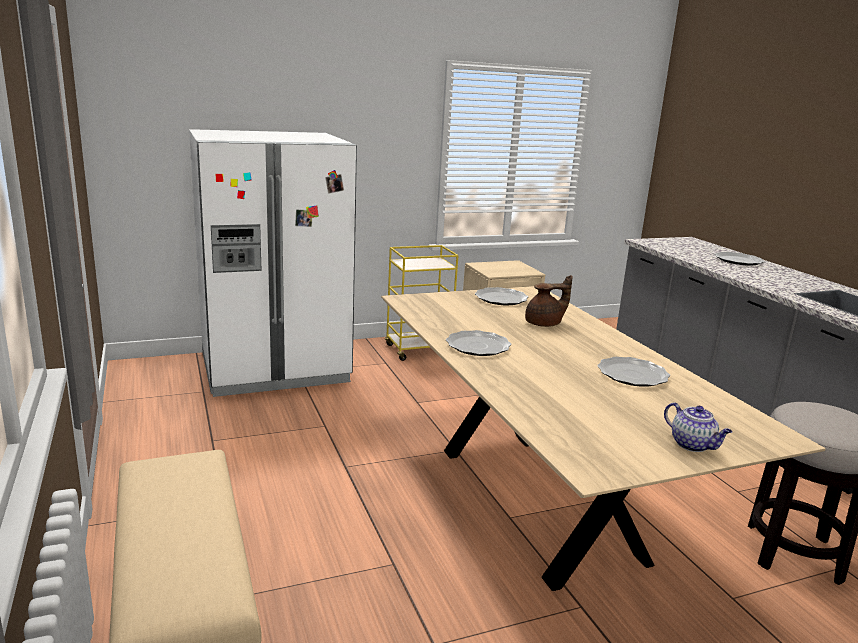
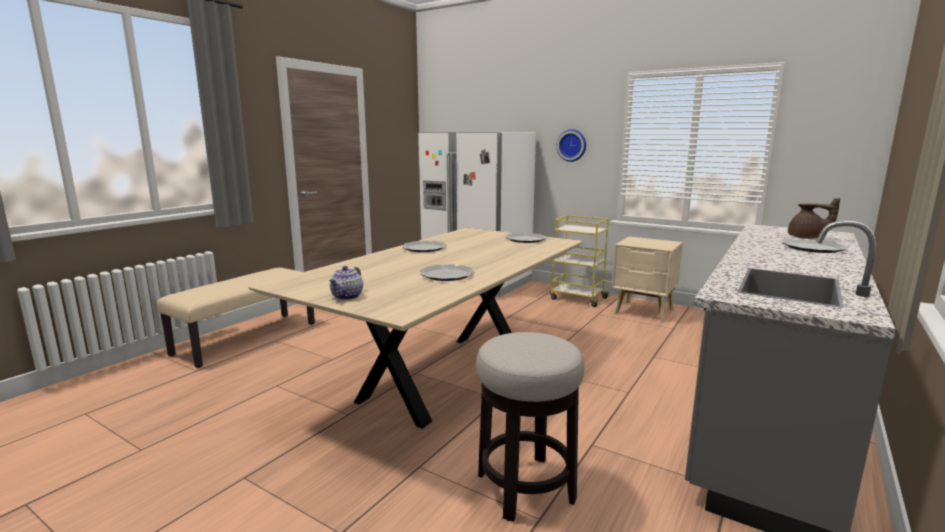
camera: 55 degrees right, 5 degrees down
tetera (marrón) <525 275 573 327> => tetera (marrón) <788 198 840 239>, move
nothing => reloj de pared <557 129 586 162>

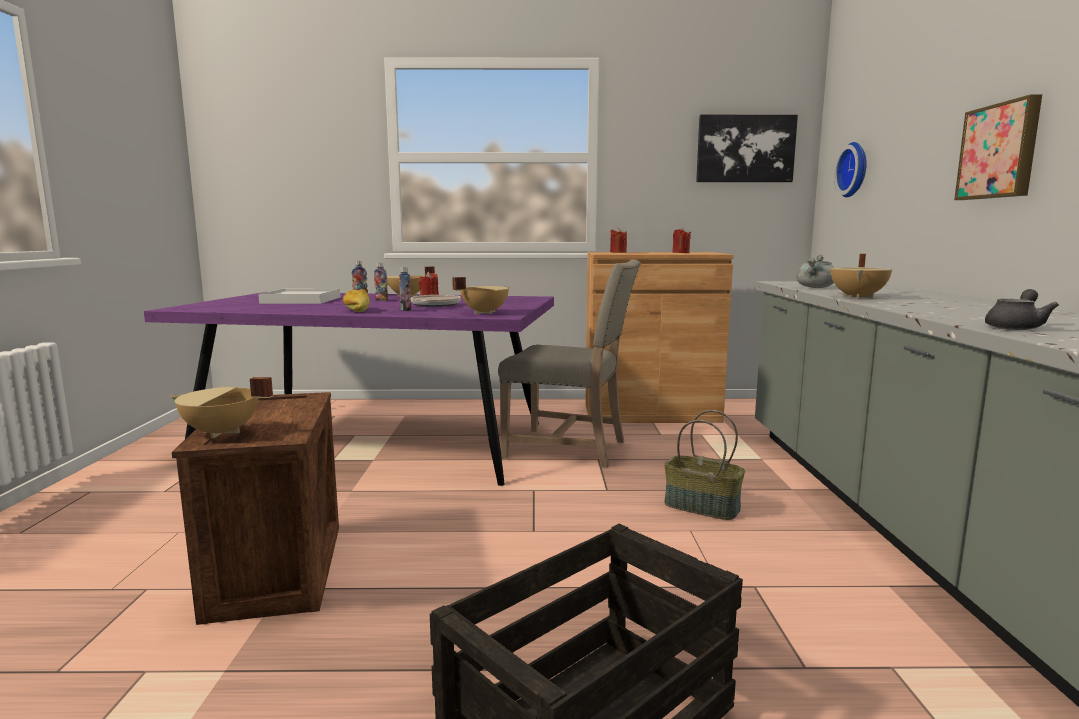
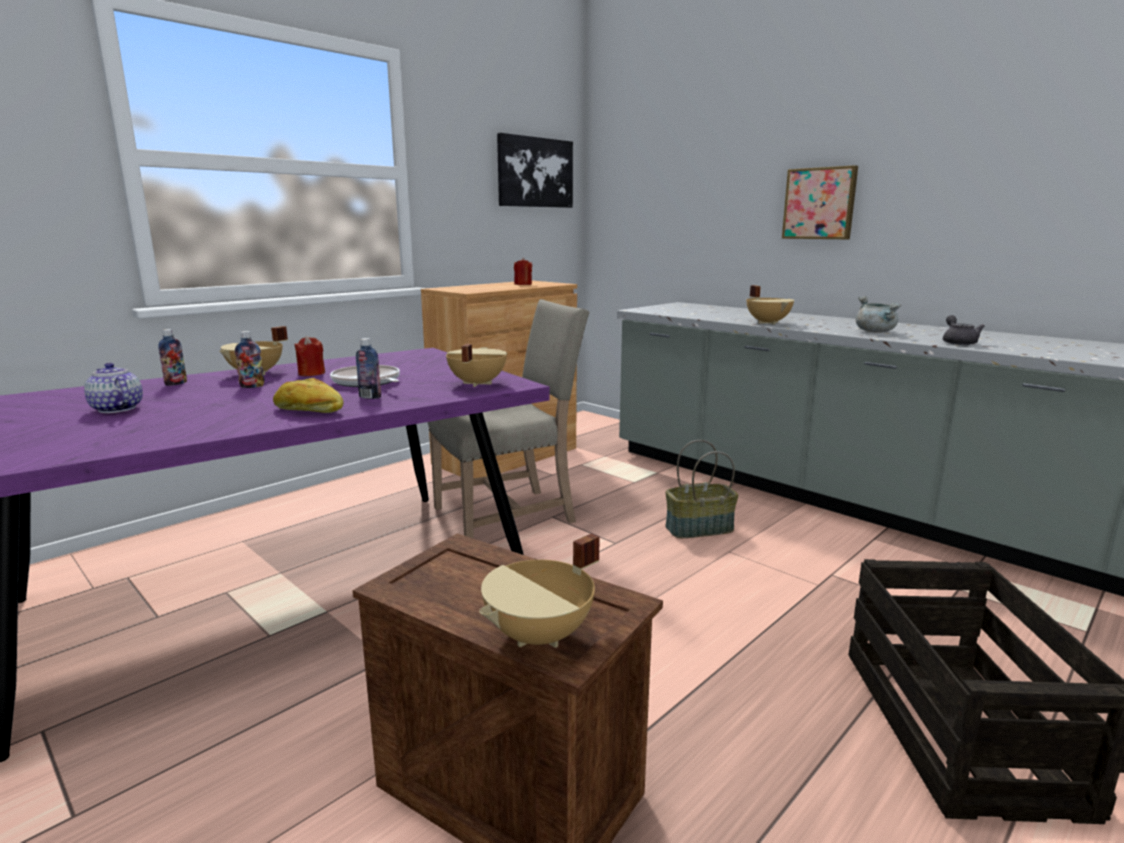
camera: 45 degrees left, 5 degrees up
reloj de pared <834 142 867 197> => nothing
vela (rojo) <610 228 627 253> => nothing
olla (gris) <796 255 834 288> => olla (gris) <856 296 901 333>, move
bandeja (blanco) <258 289 340 304> => tetera <84 363 143 413>

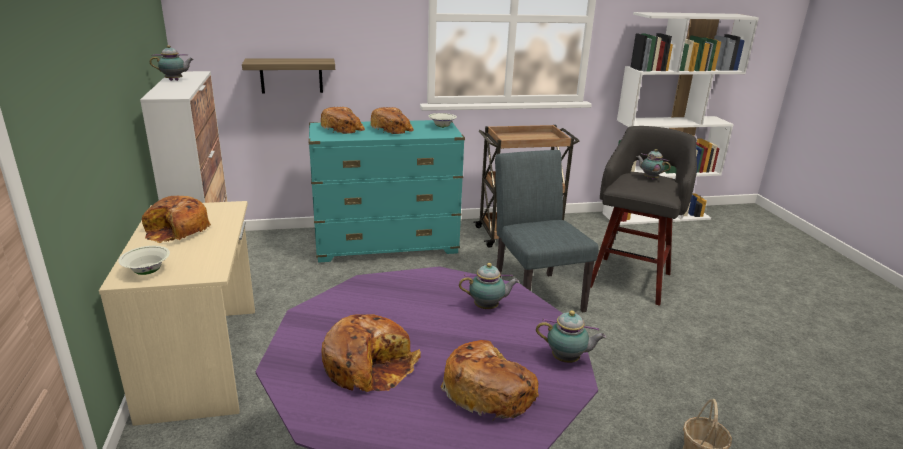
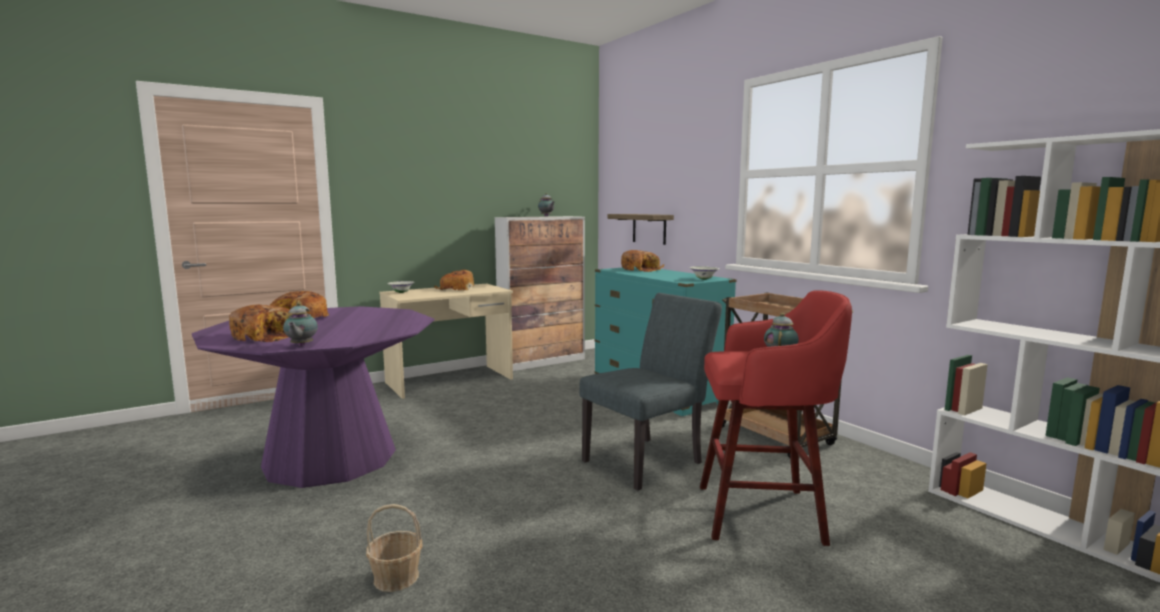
camera: 70 degrees right, 15 degrees down
pan <371 107 414 134> => nothing
taburete (gris) <590 126 697 306> => taburete (rojo) <700 290 852 546>
tetera <459 263 519 309> => nothing

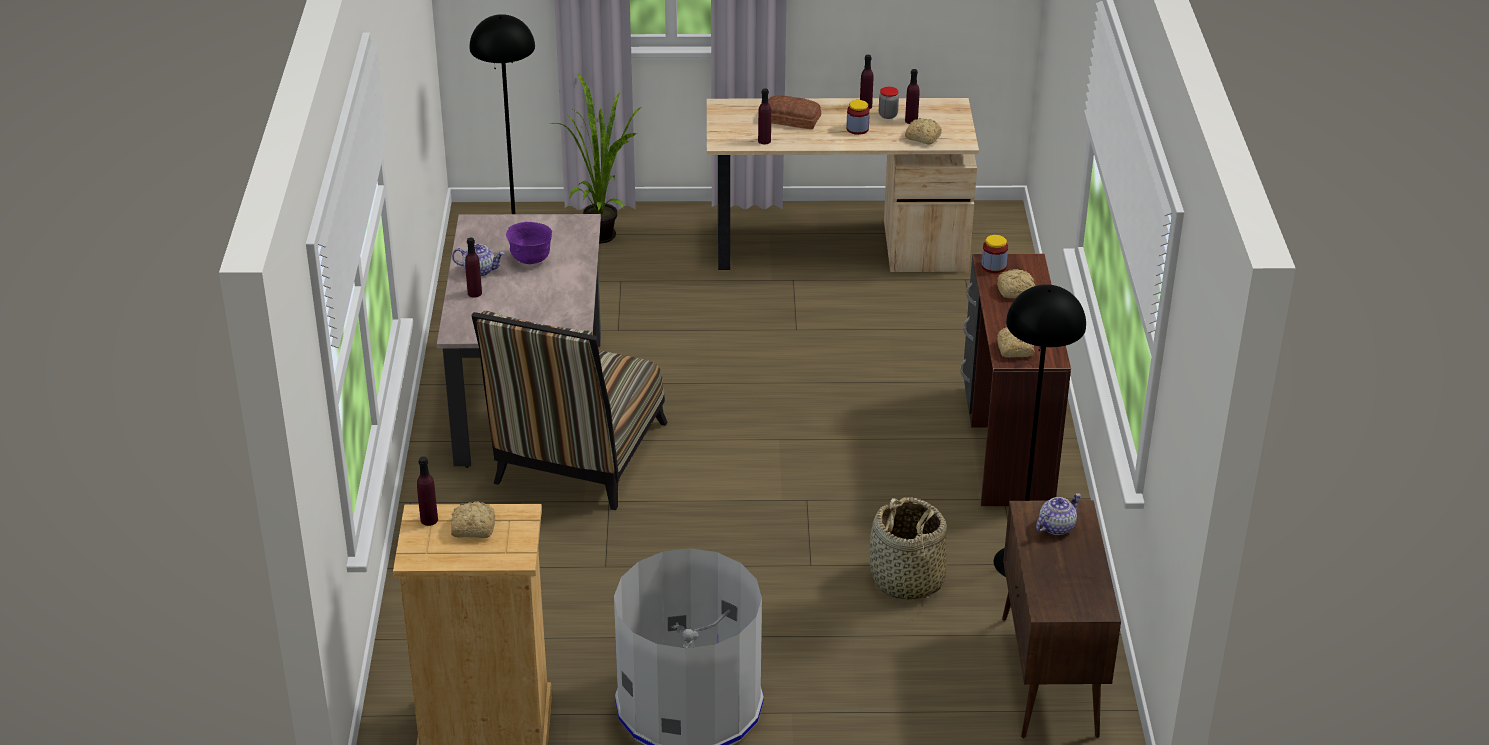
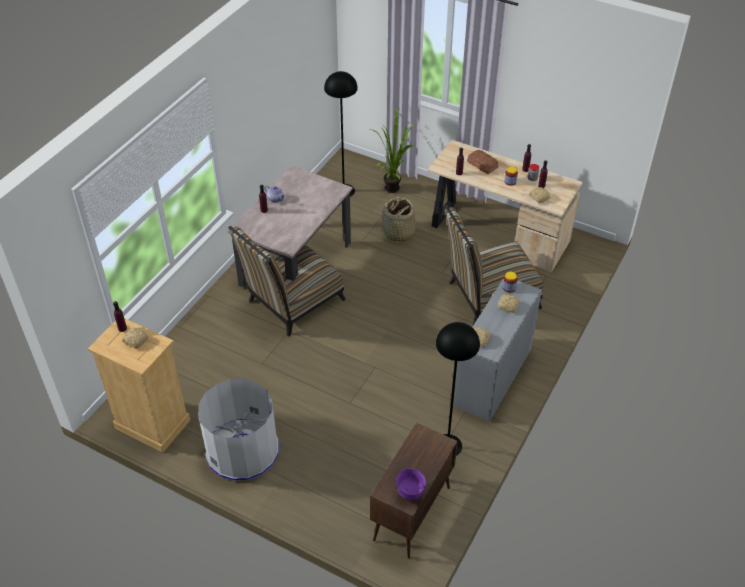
camera: 30 degrees right, 10 degrees up
cuenco (morado) <506 222 552 264> => cuenco (morado) <396 468 426 500>, move
escritorio (marrón) <960 254 1071 507> => escritorio (gris) <453 278 542 422>
tetera <1036 493 1081 535> => nothing
cesta <869 497 947 600> => cesta <383 197 415 242>, move
nothing => silla <445 205 543 325>

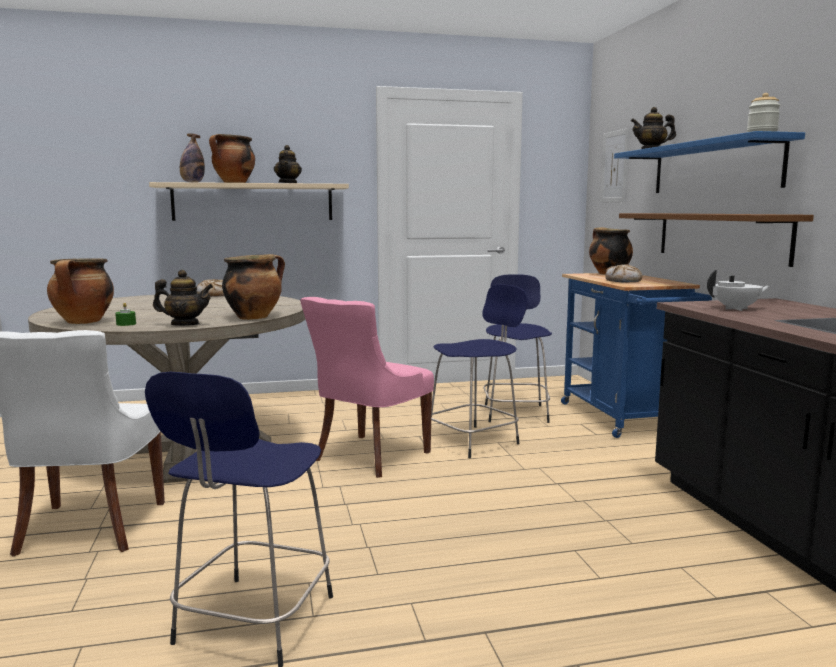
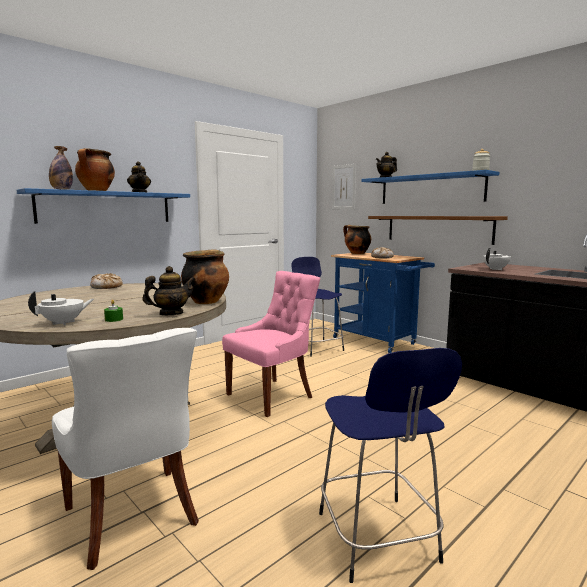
camera: 30 degrees left, 0 degrees up
estante (beis) <149 182 349 221> => estante (azul) <17 188 190 224>
olla <47 258 114 324> => tetera (blanco) <28 291 94 325>
taburete (azul) <431 285 528 458> => nothing
silla (rosa) <300 297 434 478> => silla (rosa) <222 271 320 417>, 135 degrees counterclockwise

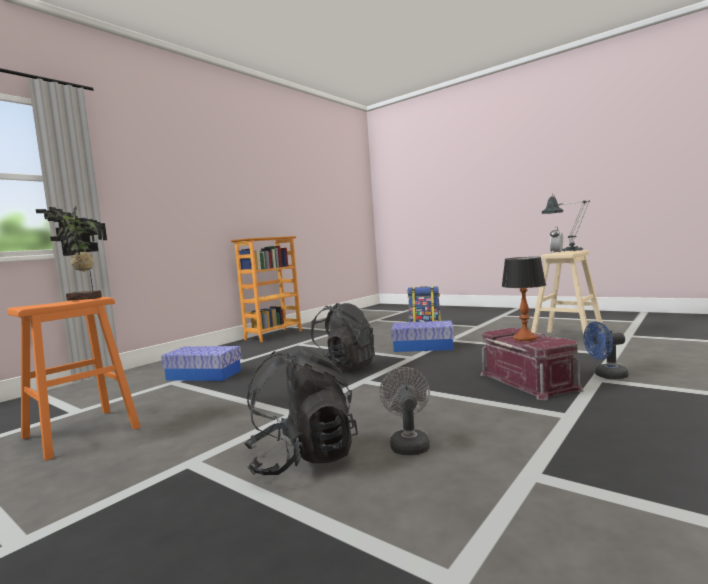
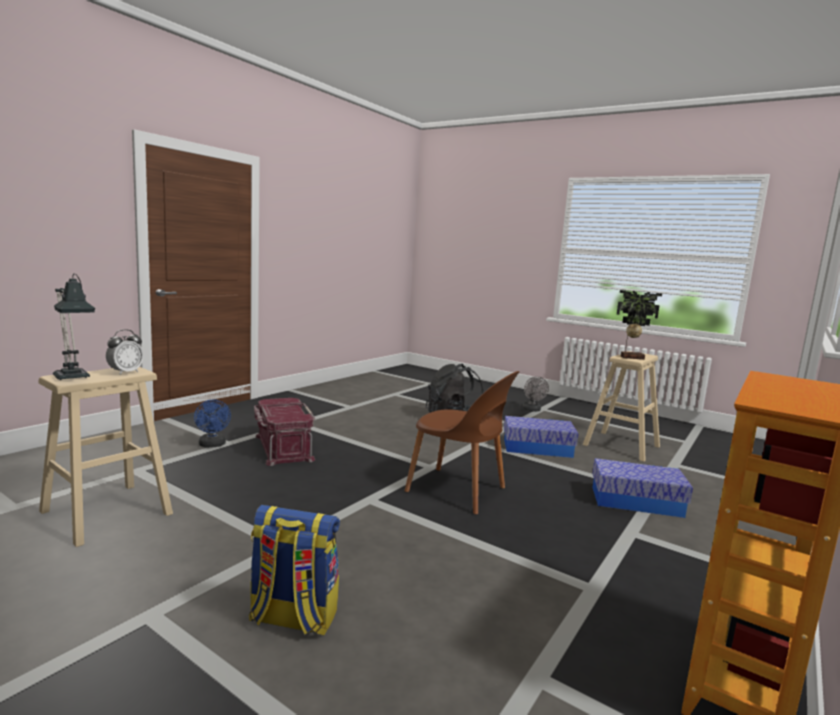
camera: 175 degrees right, 5 degrees up
lámpara de mesa <502 257 546 341> => nothing
taburete (naranja) <7 297 141 461> => taburete (beis) <583 351 660 462>
mochila (negro) <311 303 375 372> => silla (marrón) <404 371 519 515>
caja de almacenaje <391 320 454 352> => caja de almacenaje <504 416 578 458>, move
ventilador (azul) <583 322 629 379> => ventilador (azul) <194 399 231 448>, 75 degrees clockwise
ventilador (gris) <379 367 430 455> => ventilador (gris) <522 376 549 412>, move

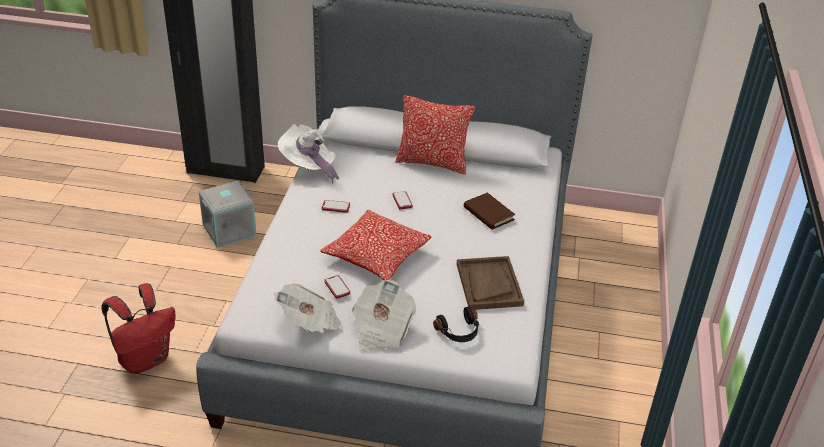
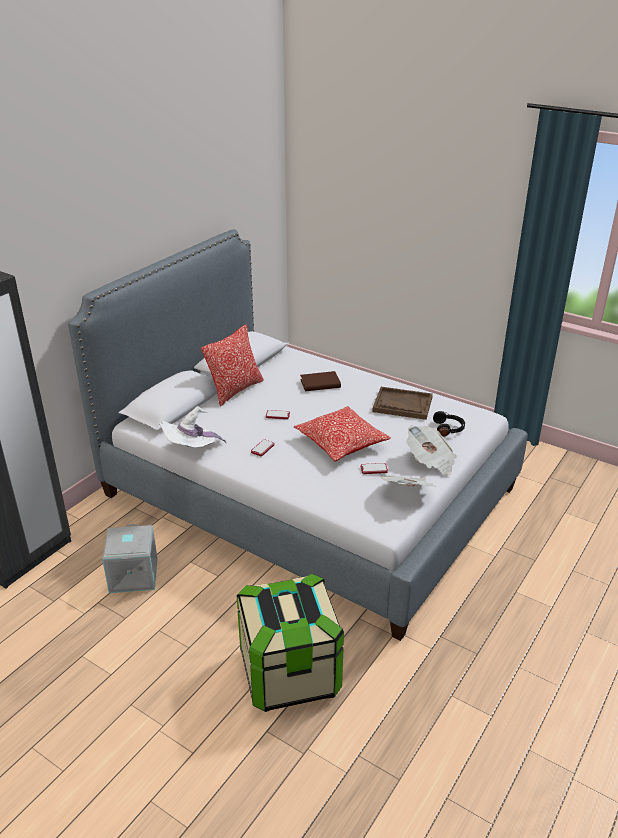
camera: 65 degrees left, 5 degrees down
mochila (rojo) <102 283 175 374> => caja de almacenaje <237 574 344 712>

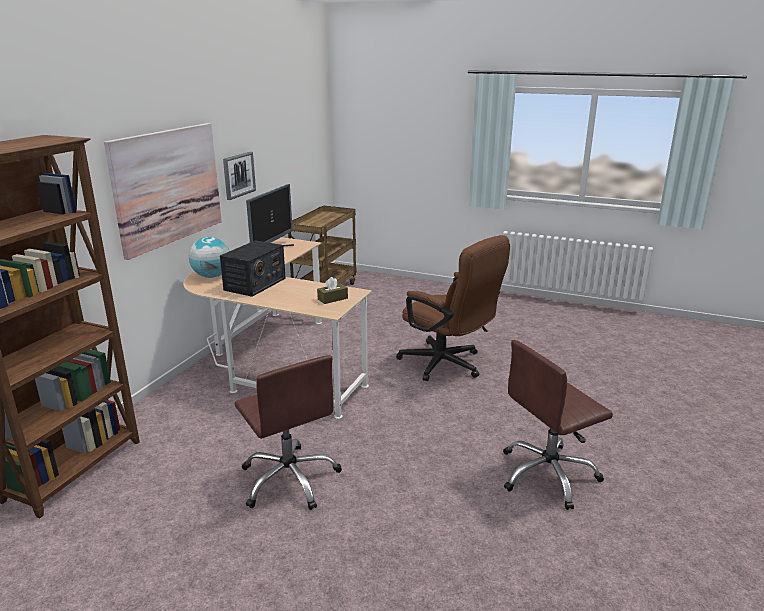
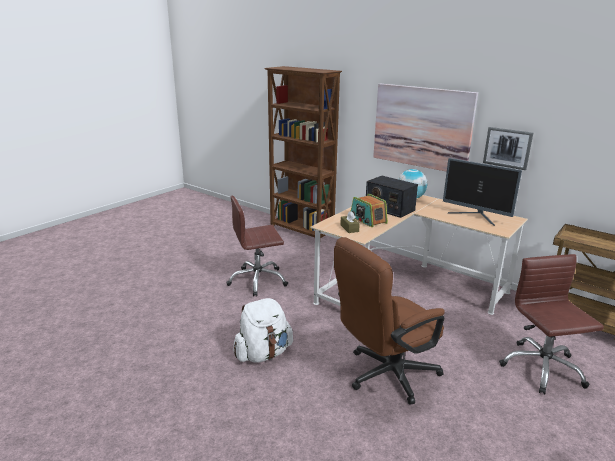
camera: 105 degrees right, 0 degrees up
silla de oficina (marrón) <503 340 613 510> => silla de oficina (marrón) <499 254 604 394>, move
nothing => radio <350 194 388 227>
nothing => mochila (blanco) <233 298 293 363>

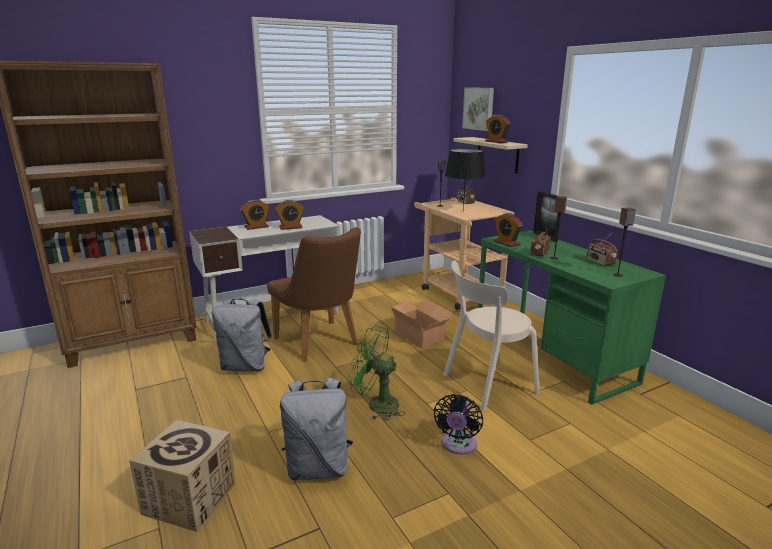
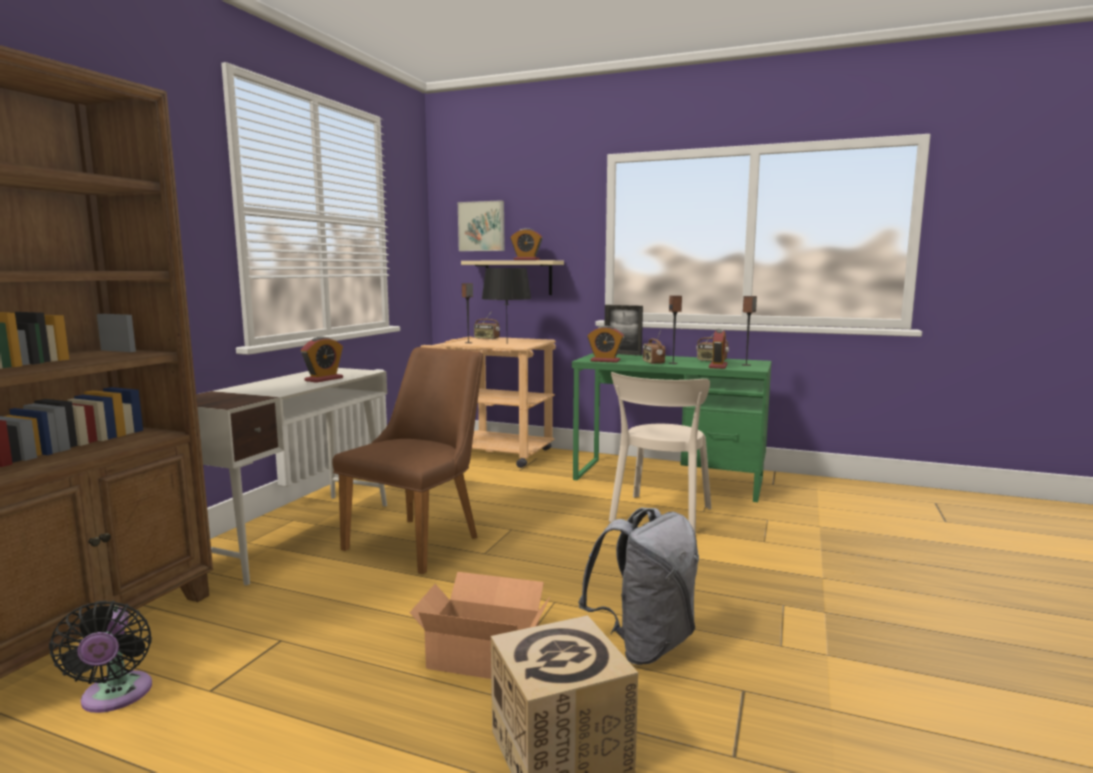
camera: 40 degrees left, 10 degrees down
despertador <240 200 270 230> => despertador <709 329 728 369>, move
silla (marrón) <267 227 361 362> => silla (marrón) <333 347 483 574>, 75 degrees counterclockwise
mochila (gris) <212 299 272 372> => nothing
caja de cartón <391 299 452 348> => caja de cartón <409 572 550 679>, move
ventilador (verde) <348 325 405 421> => nothing
ventilador (negro) <434 394 483 455> => ventilador (negro) <49 601 152 713>, move

